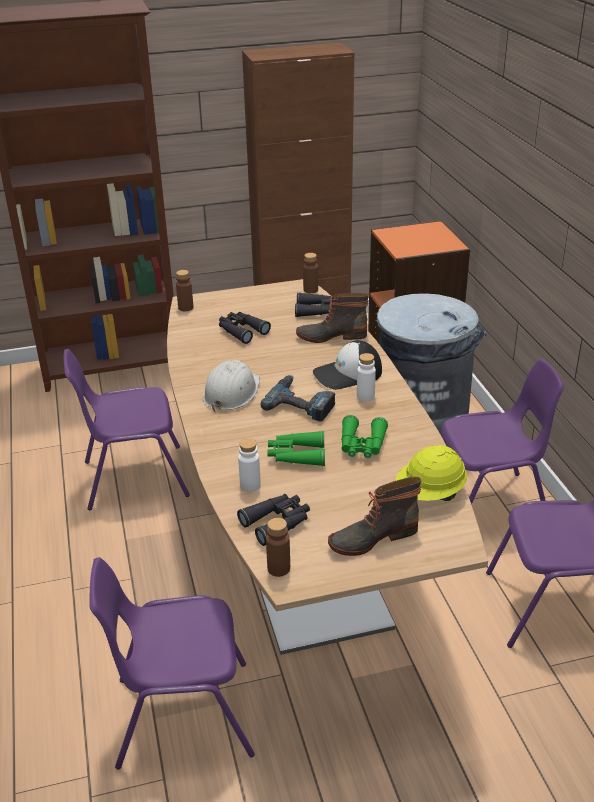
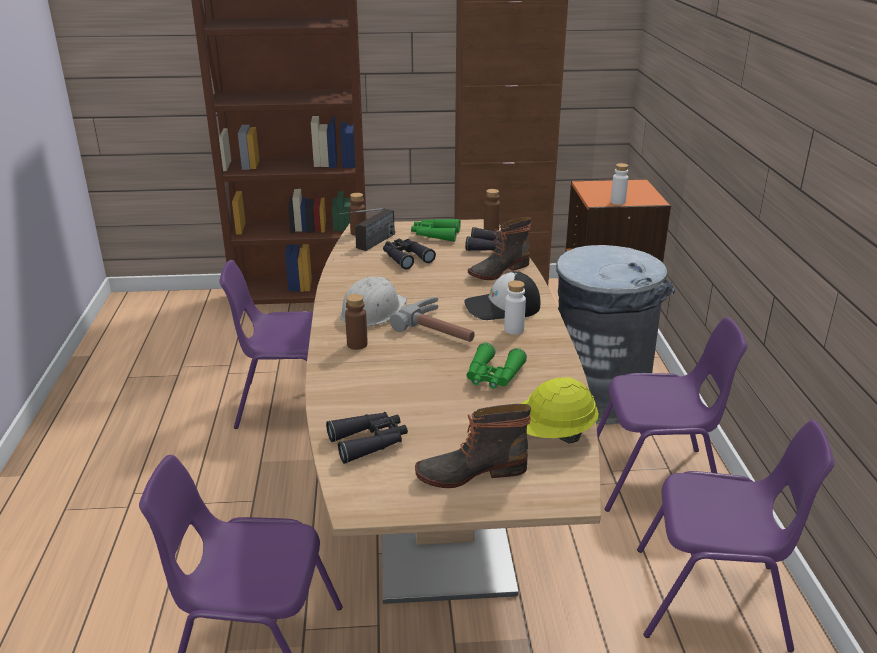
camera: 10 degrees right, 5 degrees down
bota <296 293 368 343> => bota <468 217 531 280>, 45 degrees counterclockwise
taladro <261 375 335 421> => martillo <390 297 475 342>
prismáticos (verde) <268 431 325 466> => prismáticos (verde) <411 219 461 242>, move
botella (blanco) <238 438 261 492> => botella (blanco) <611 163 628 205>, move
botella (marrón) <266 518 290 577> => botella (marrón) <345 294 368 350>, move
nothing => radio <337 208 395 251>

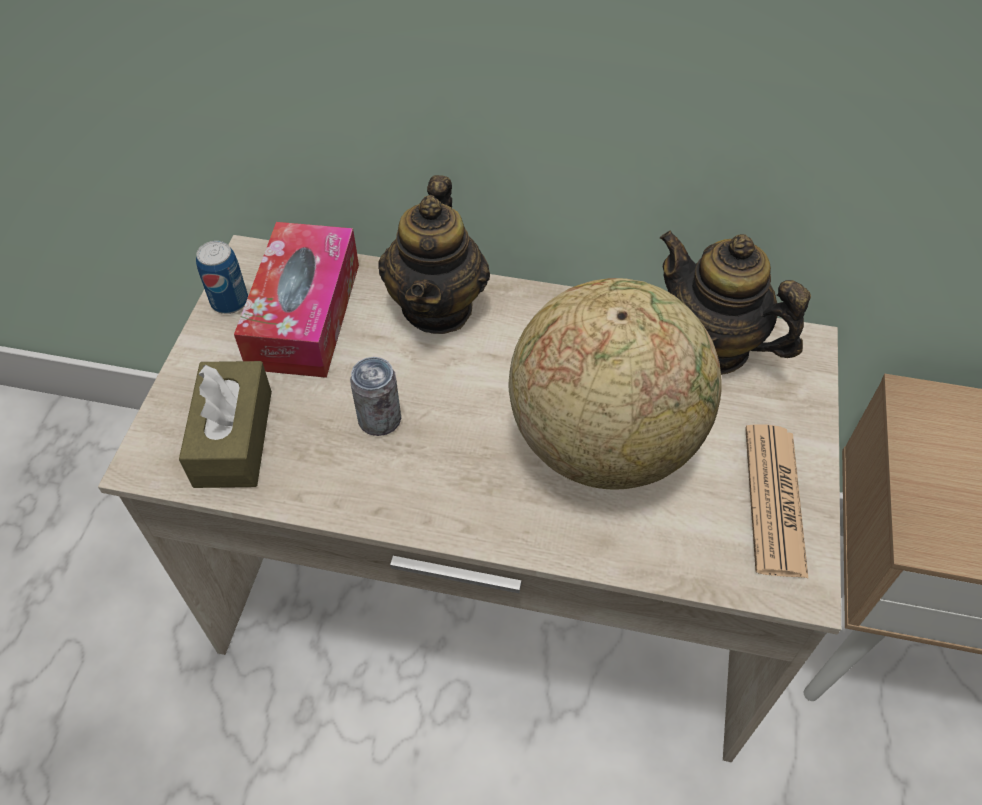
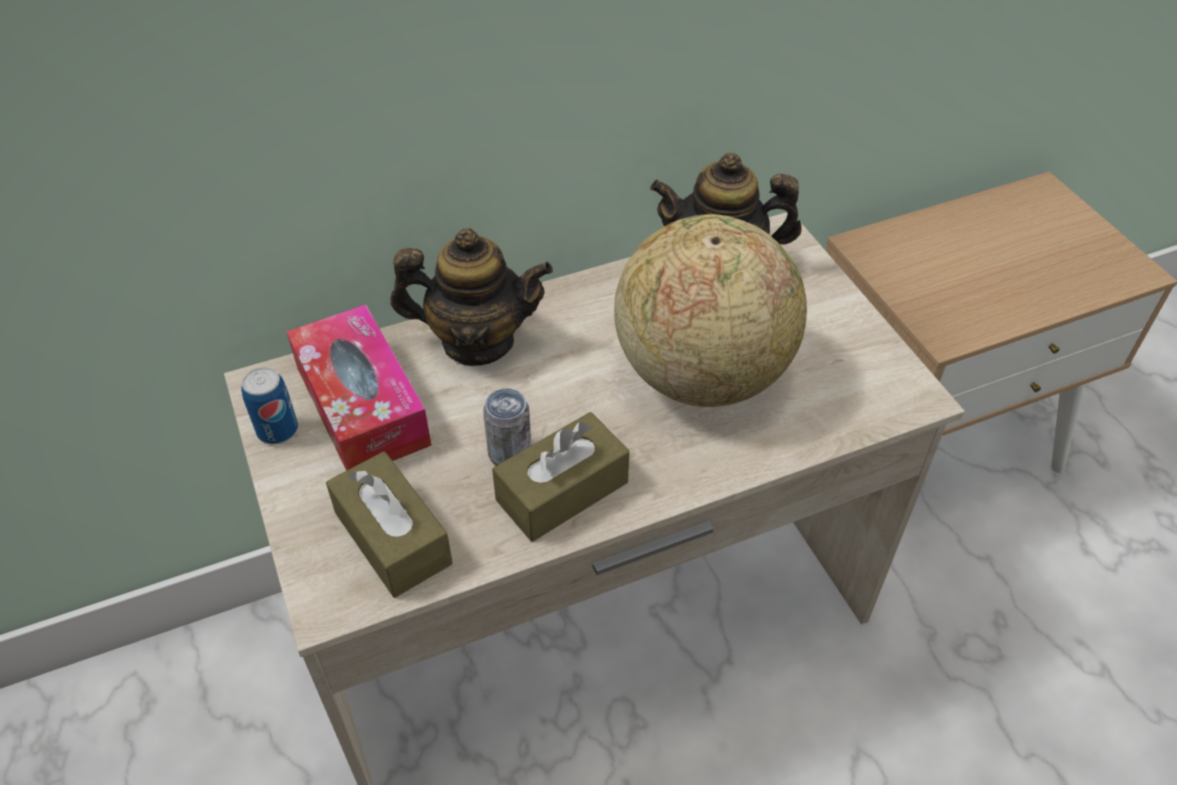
camera: 35 degrees left, 5 degrees down
tetera <378 175 490 334> => tetera <390 228 553 366>, 60 degrees counterclockwise
periódico <745 424 808 578> => nothing
nothing => caja de pañuelos (marrón) <492 412 630 542>

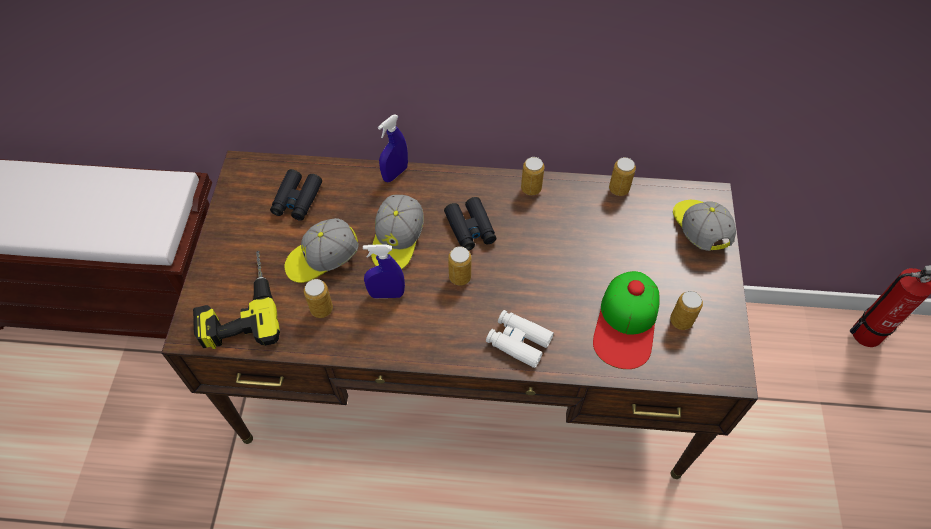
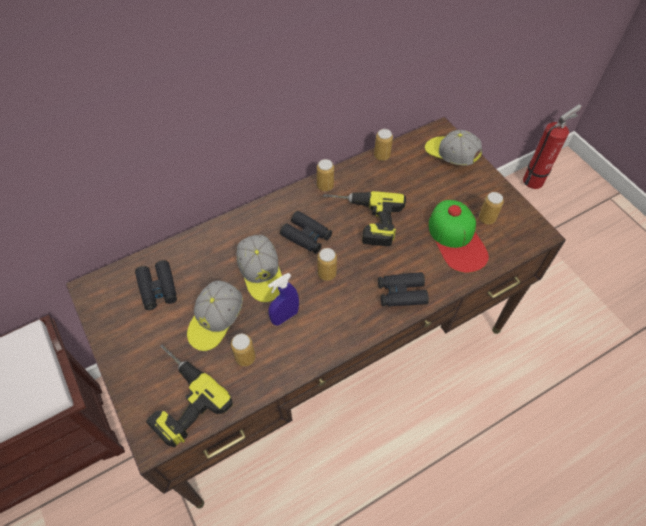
camera: 35 degrees left, 0 degrees up
pulverizador (azul) <378 114 408 182> => nothing
prismáticos (blanco) <486 310 554 368> => prismáticos (negro) <378 272 429 306>
nothing => taladro <323 191 406 246>

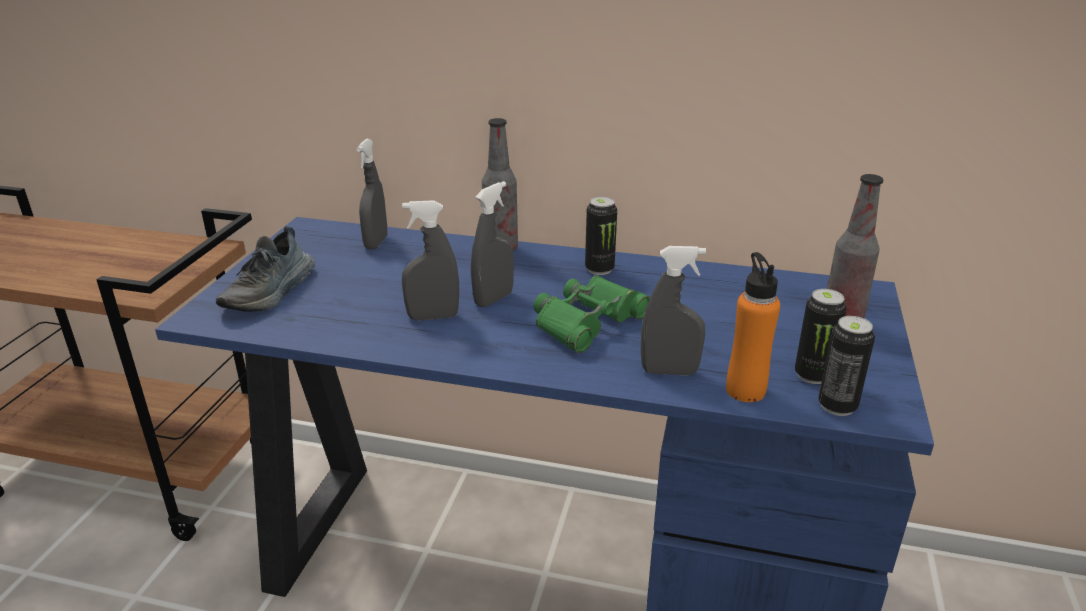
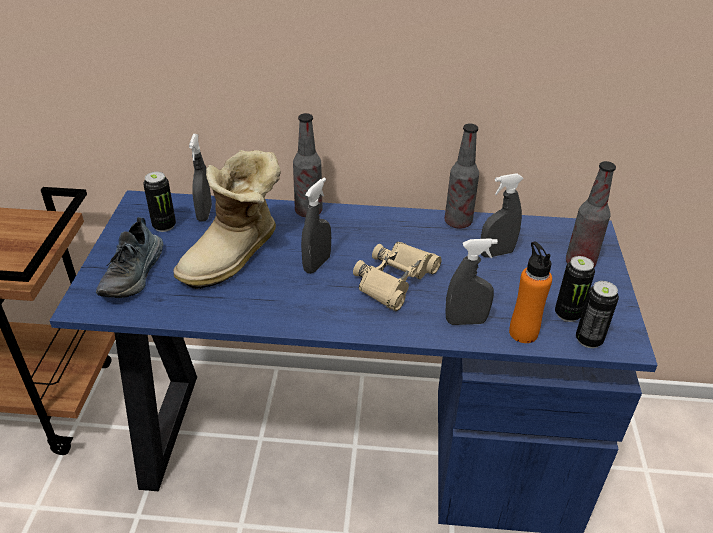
camera: 10 degrees left, 10 degrees up
lata <585 197 617 275> => lata <143 172 176 232>, move
pulverizador (gris) <402 200 459 320> => pulverizador (gris) <481 173 524 258>, move
prismáticos (verde) <534 275 650 353> => prismáticos (beis) <353 242 442 311>
nothing => botella <445 124 479 229>
nothing => bota <173 150 281 289>

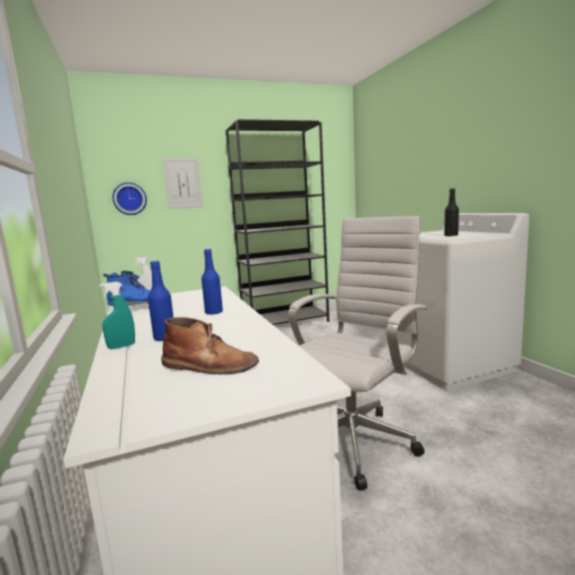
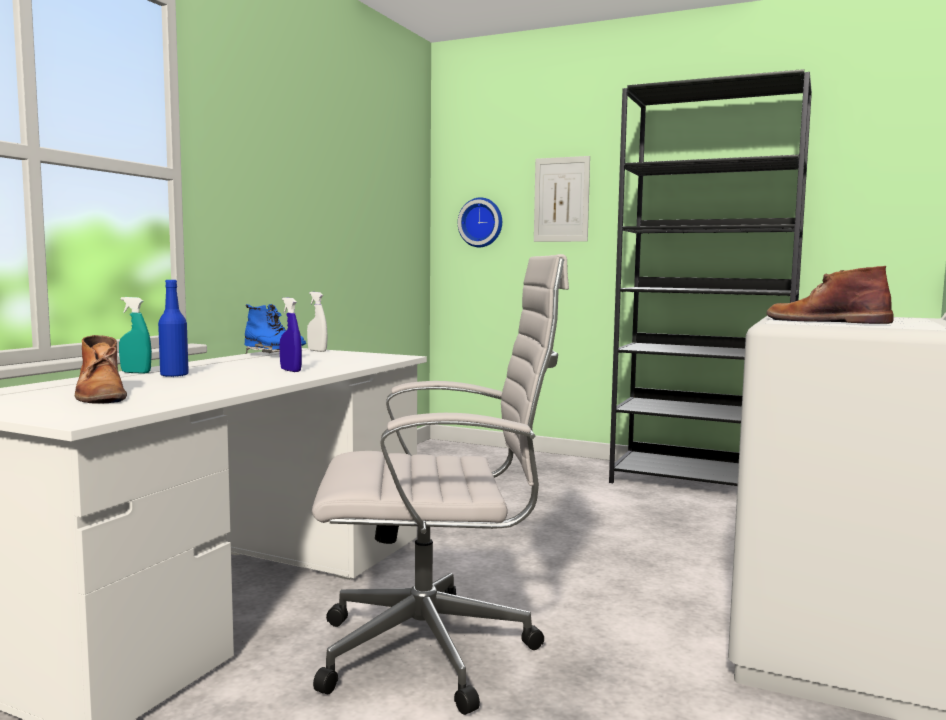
camera: 45 degrees right, 5 degrees down
botella (negro) <444 188 459 236> => bota (marrón) <766 266 894 324>
botella (azul) <201 249 223 315> => pulverizador (azul) <279 297 302 372>

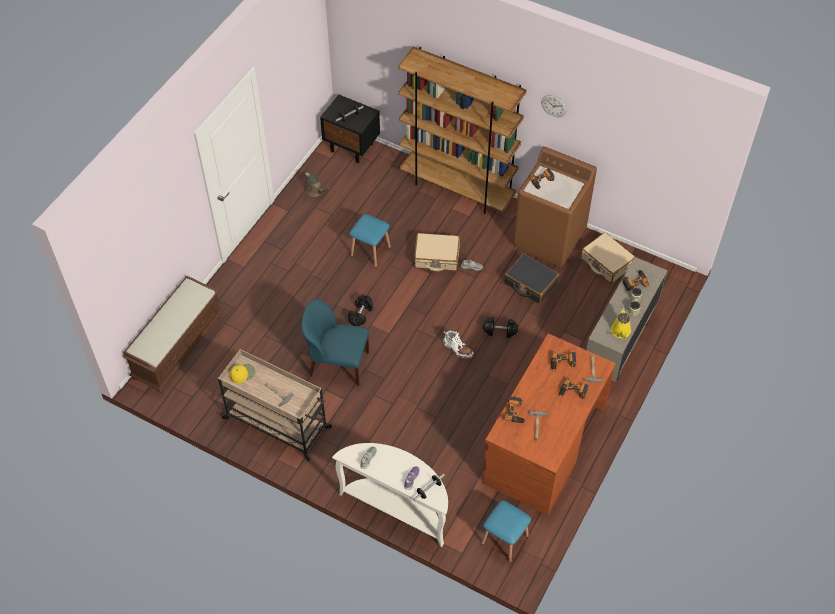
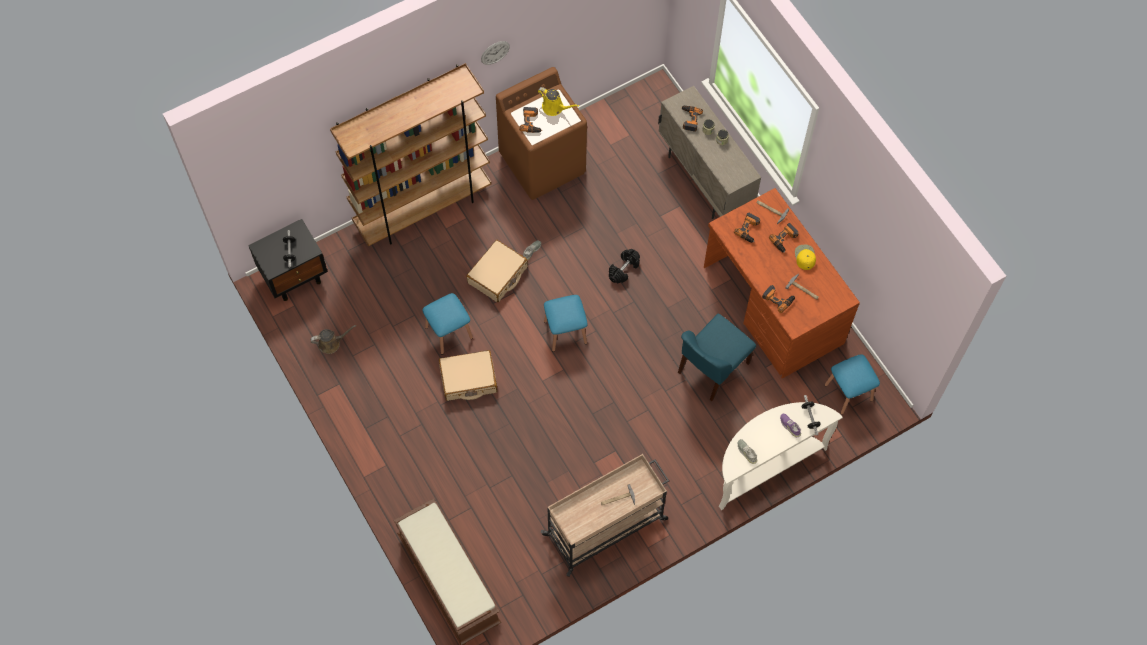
camera: 60 degrees left, 10 degrees up
maleta (beis) <581 232 635 283> => maleta (beis) <439 350 497 401>, move
maleta (negro) <504 253 560 304> => nothing
mancuerna (negro) <348 295 373 326> => nothing
silla (azul) <302 299 369 386> => silla (azul) <678 314 756 401>, move
regadera (amarillo) <611 307 631 340> => regadera (amarillo) <538 87 579 116>, move
bota (blanco) <443 330 474 358> => nothing
gorra (amarillo) <230 364 256 383> => gorra (amarillo) <795 245 816 270>, move
nothing => taburete (azul) <544 295 587 352>

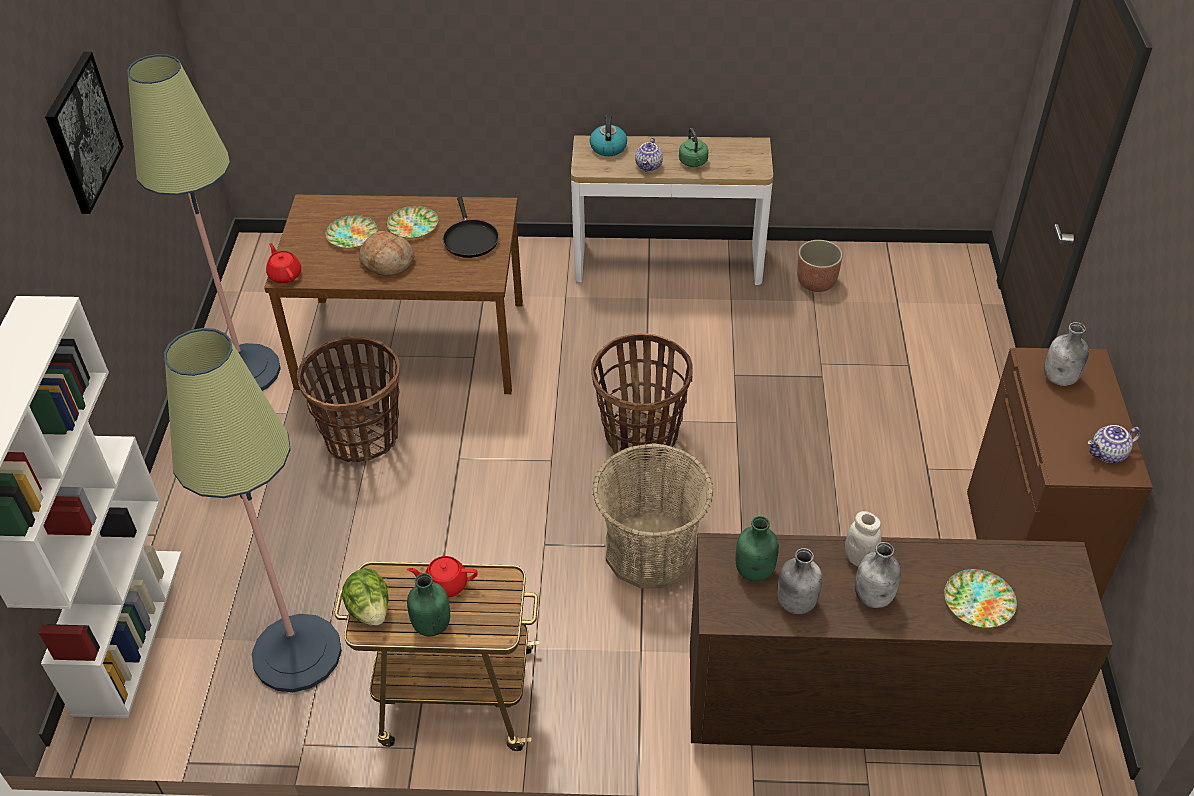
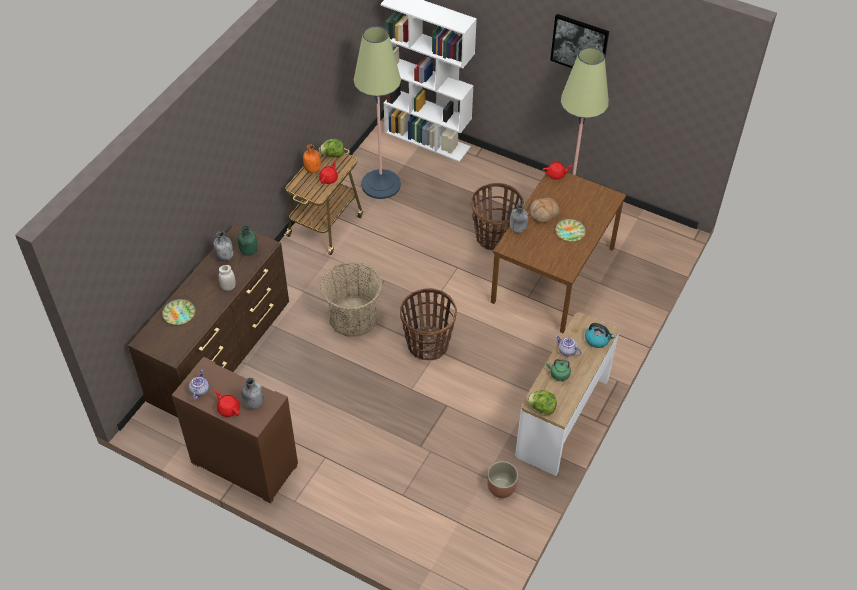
camera: 115 degrees right, 5 degrees up
sartén (negro) <443 197 499 258> => nothing
plato <326 215 377 249> => nothing
botella (gris) <855 542 901 608> => botella (gris) <510 203 528 233>, move
botella (verde) <407 573 450 637> => botella (naranja) <303 144 321 173>
nothing => tetera (rojo) <215 390 240 417>
nothing => lechuga <527 390 557 414>

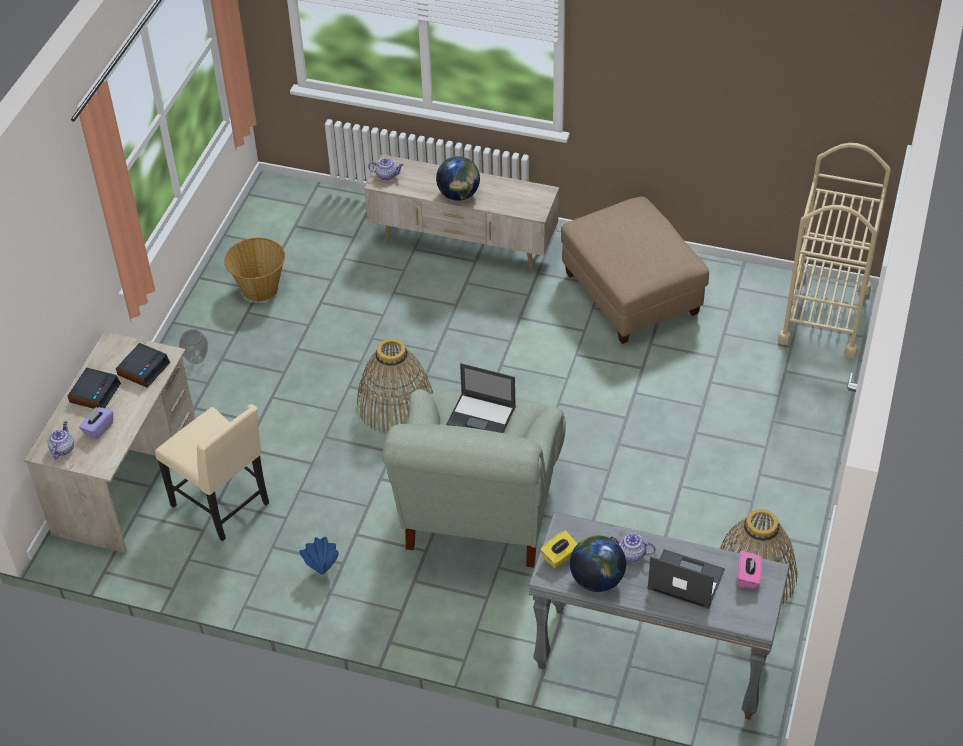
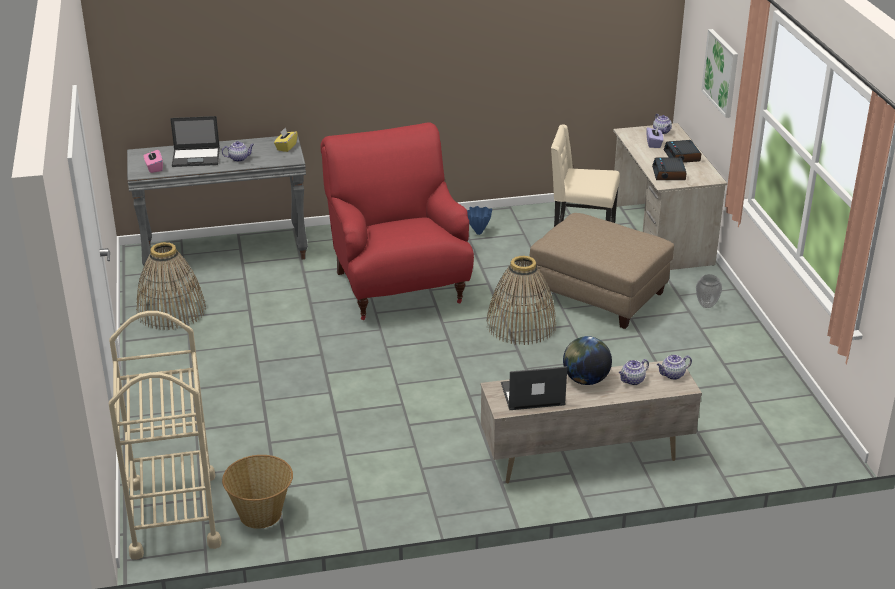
camera: 150 degrees right, 15 degrees down
puf (beis) <561 197 709 344> => puf (beis) <529 213 674 329>, move
cesta <224 238 285 302> => cesta <222 455 293 529>, move
portátil <446 363 516 433> => portátil <501 366 567 410>, move
sillón (gris) <382 389 566 568> => sillón (rojo) <320 123 474 320>
globo terráqueo <570 535 626 592> => nothing
nothing => cuadro <701 29 738 118>
nothing => tetera <619 359 649 385>

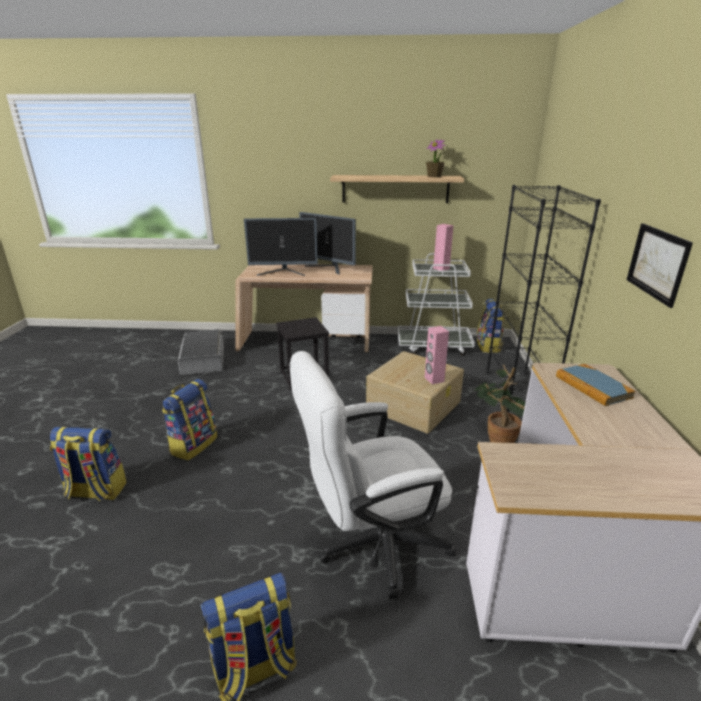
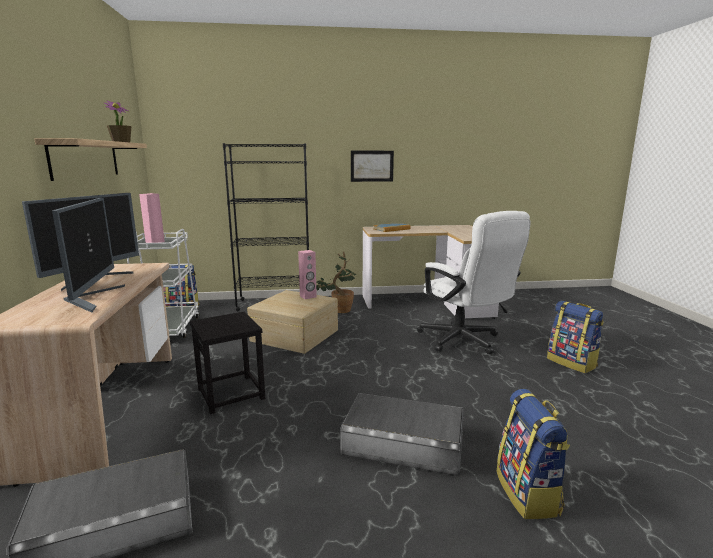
camera: 100 degrees left, 10 degrees down
mochila <162 379 218 461> => caja de almacenaje (gris) <340 393 464 476>

